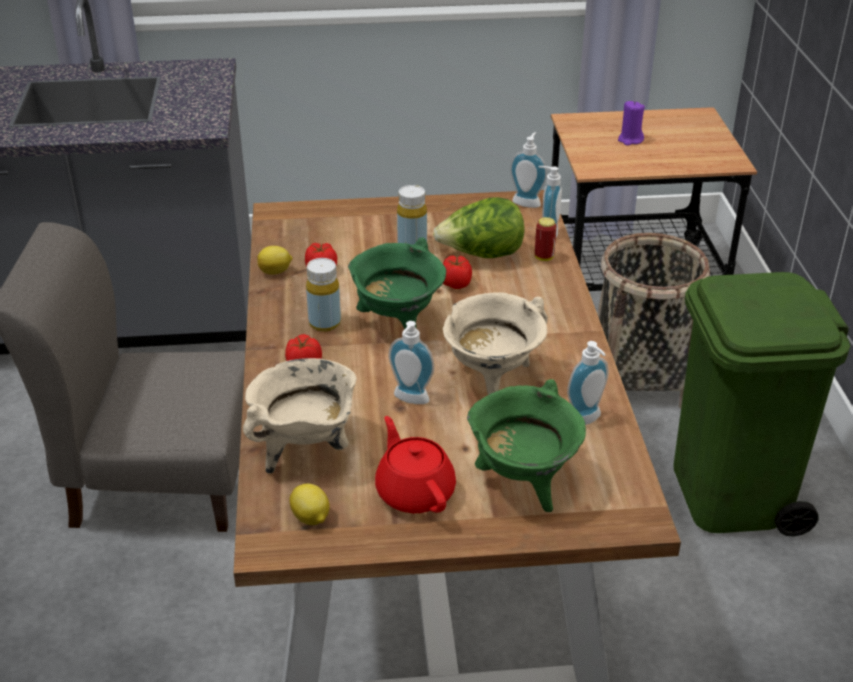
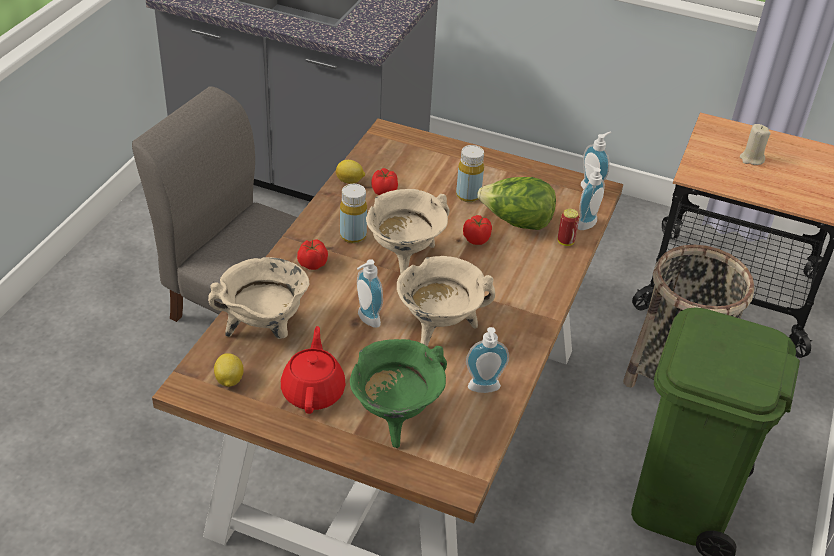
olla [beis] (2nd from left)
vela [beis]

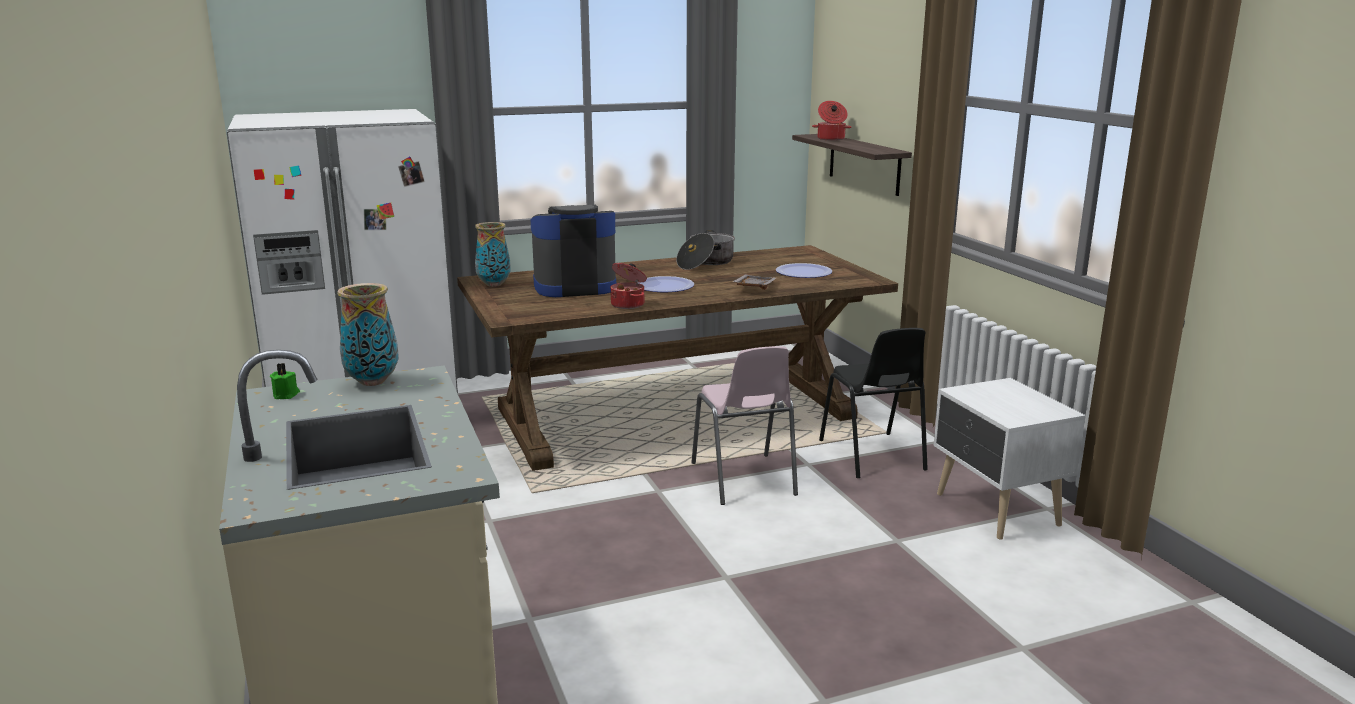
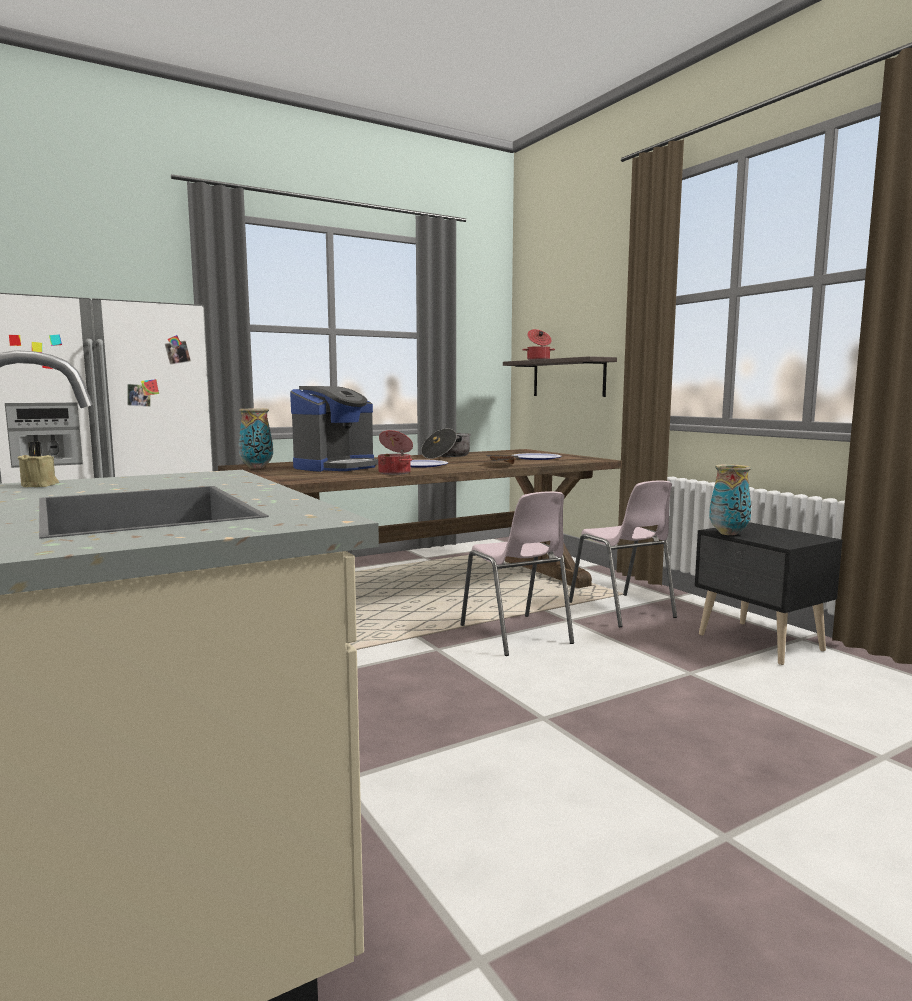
vela [beis]
cafetera
silla [rosa] (2nd from left)
mesita de noche [negro]
florero (2nd from left)

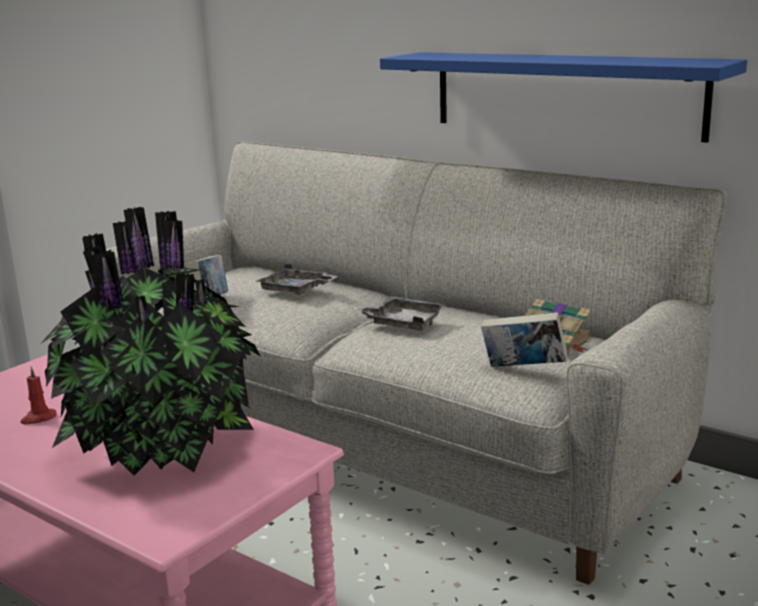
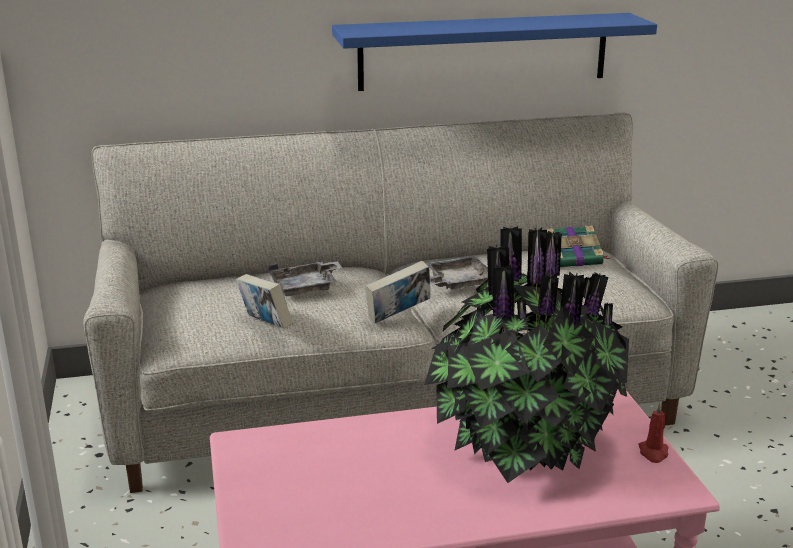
libro (2nd from left)
vela [rojo]

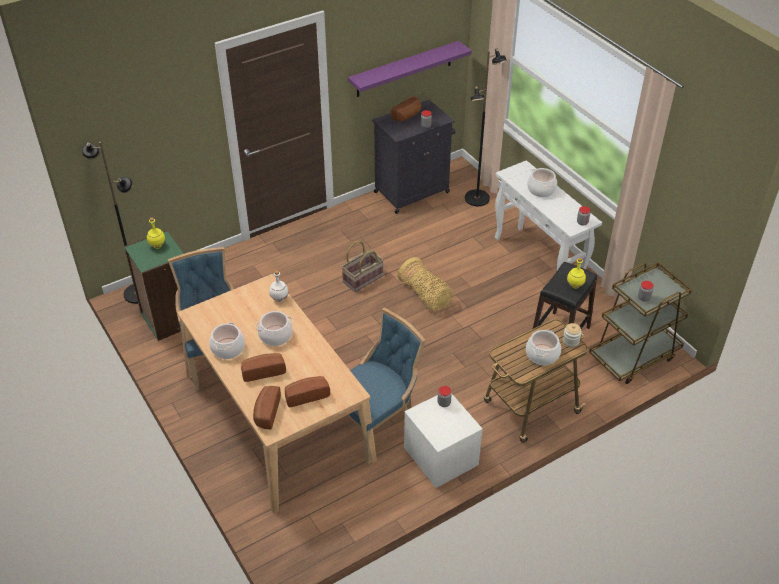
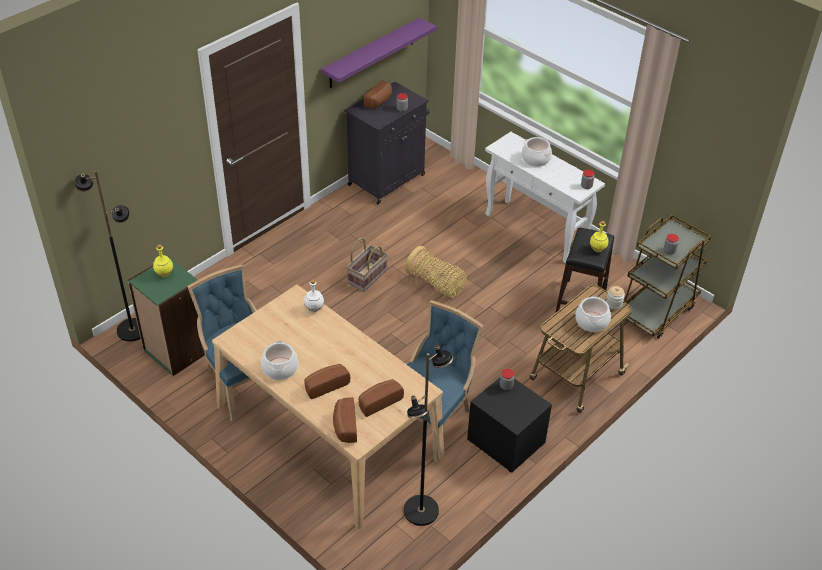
lámpara de pie [negro] (2nd from left)
mesita de noche [negro]
olla (2nd from left in the first image)

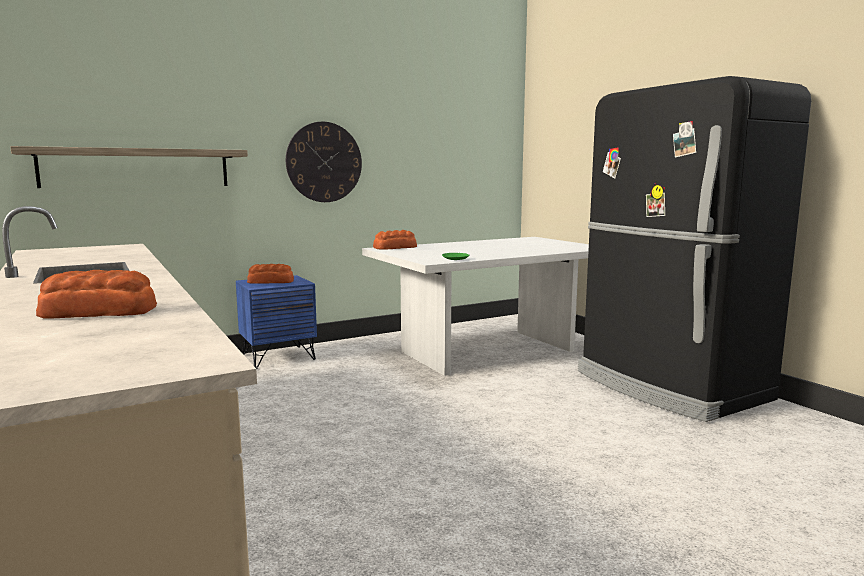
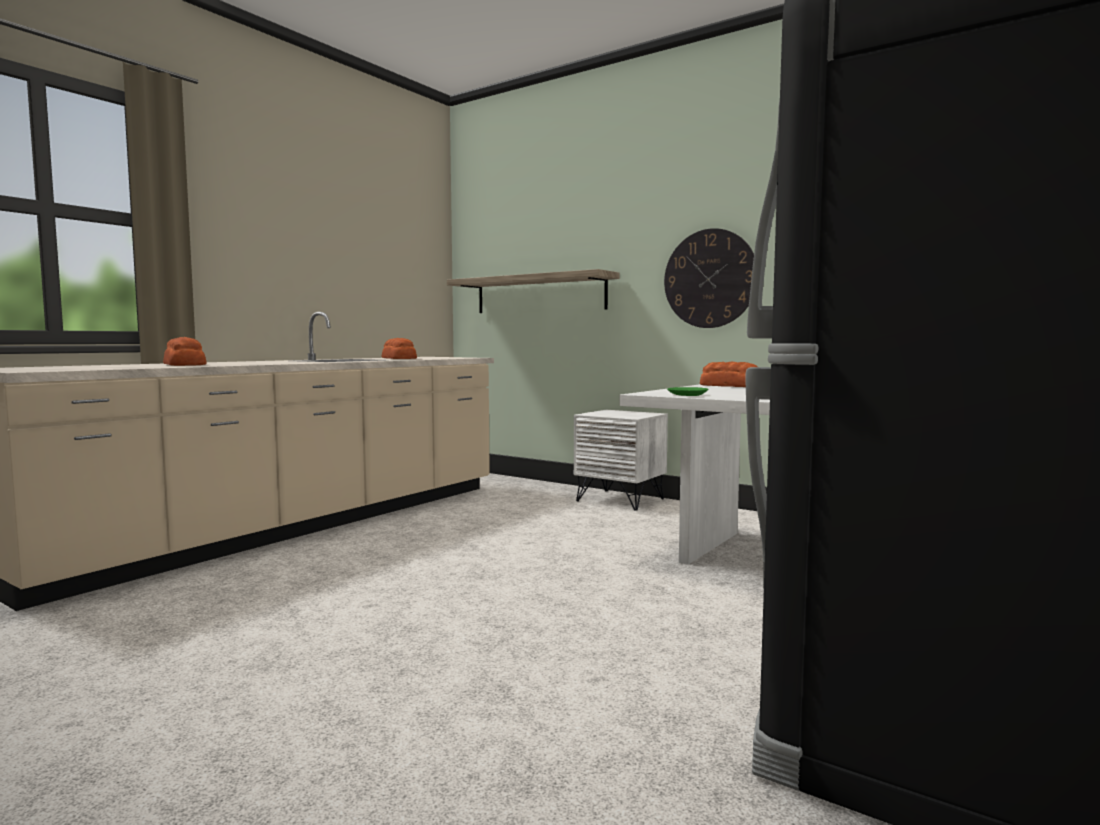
pan (2nd from left)
mesita de noche [blanco]

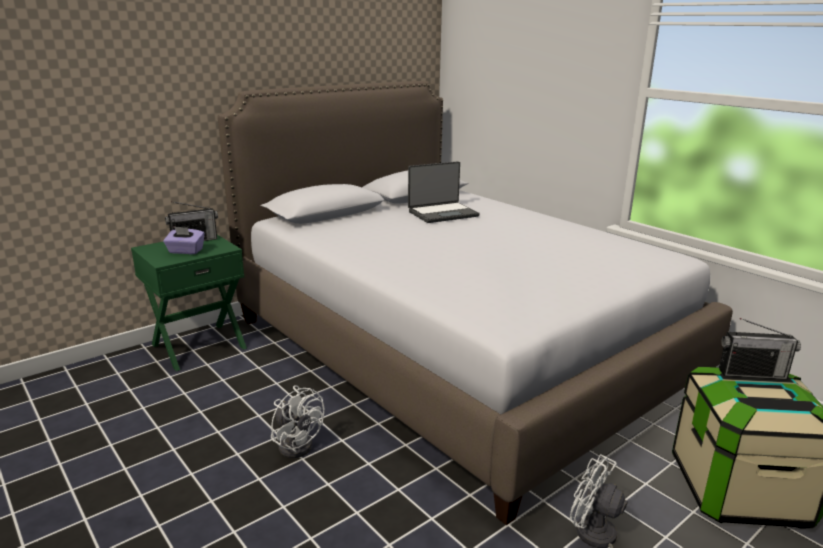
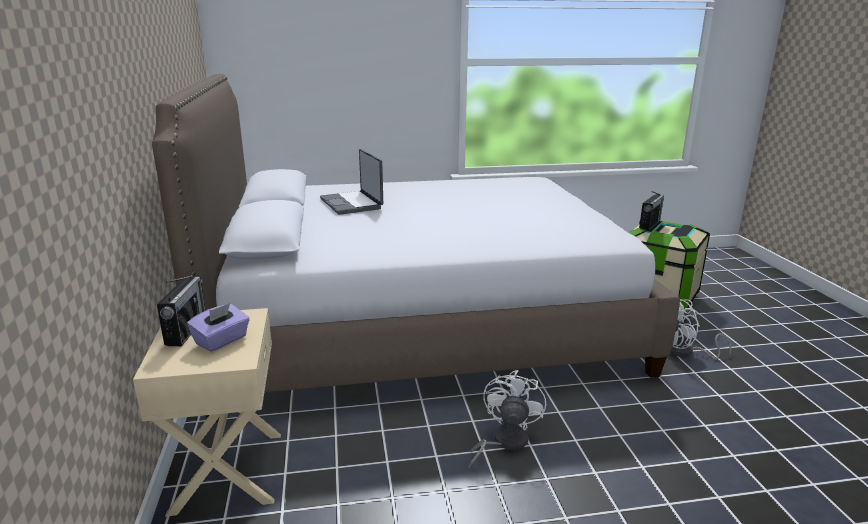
mesita de noche [beis]
portátil
ventilador [blanco] (1st from left)

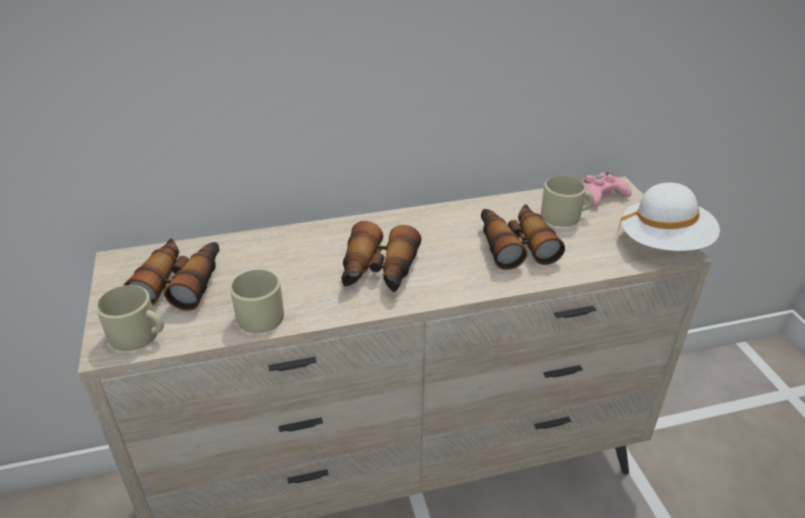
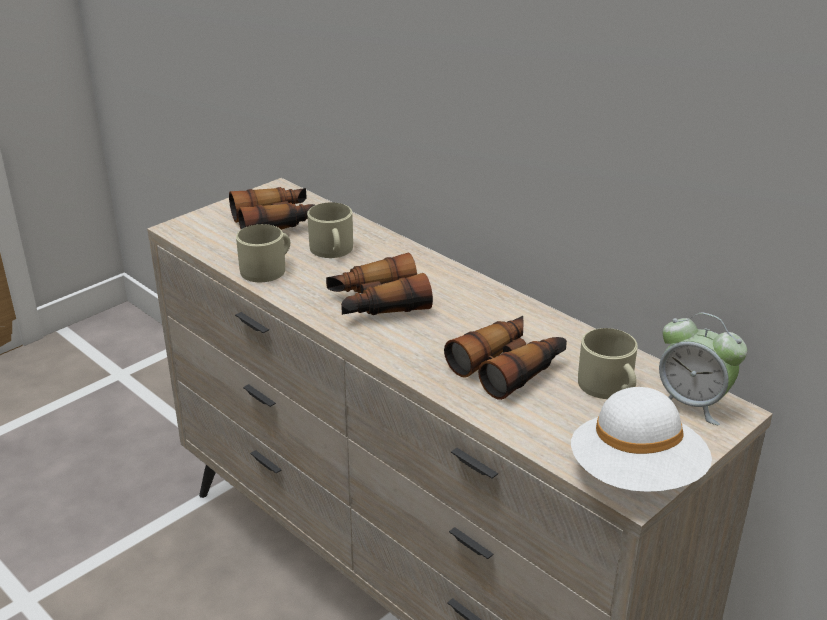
taza grande [beis] (2nd from left)
despertador

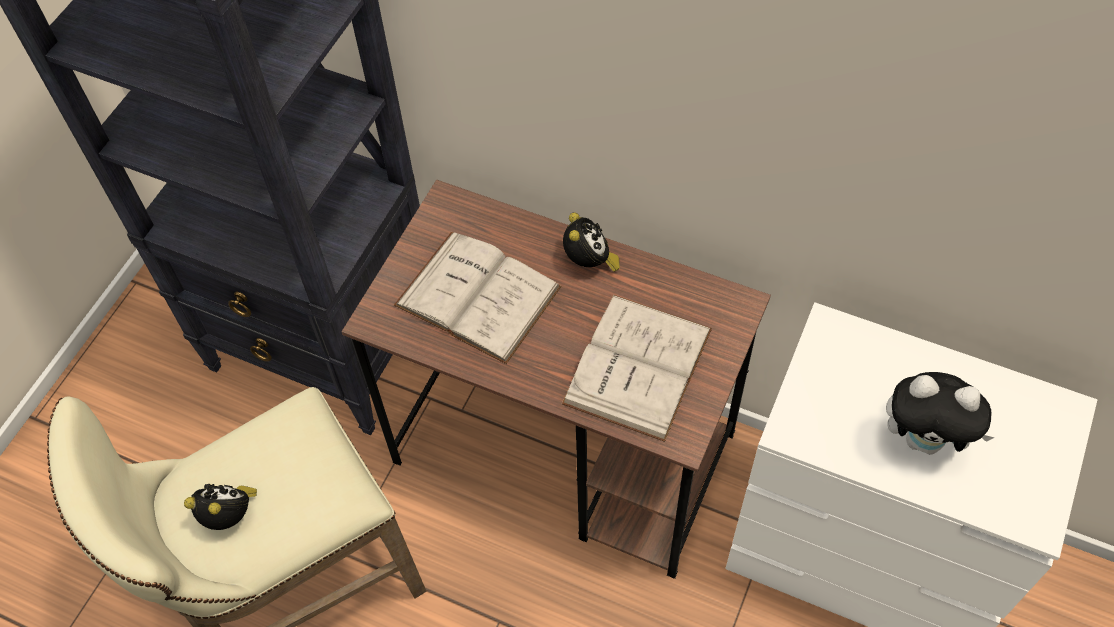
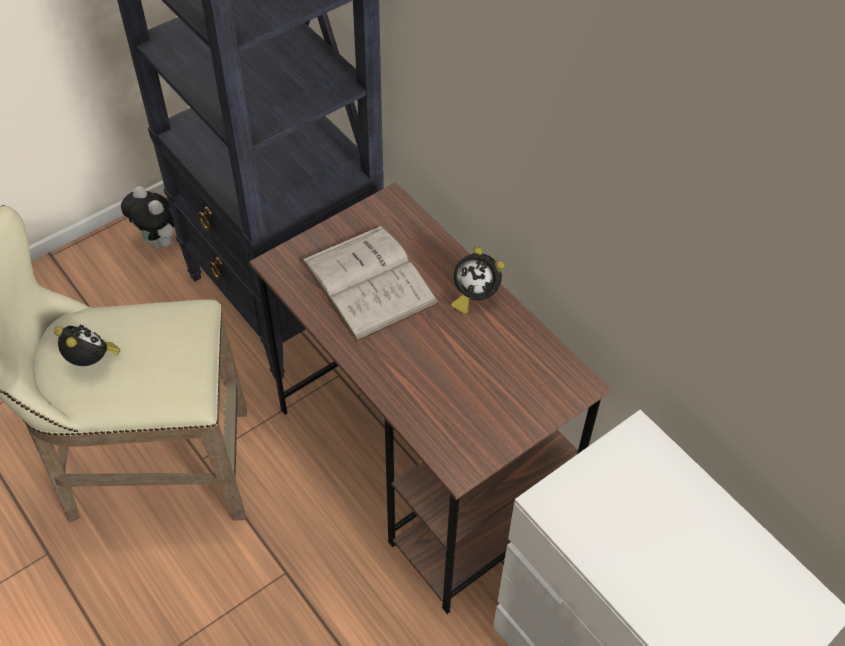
peluche
despertador (2nd from left)
libro [blanco] (2nd from left in the first image)

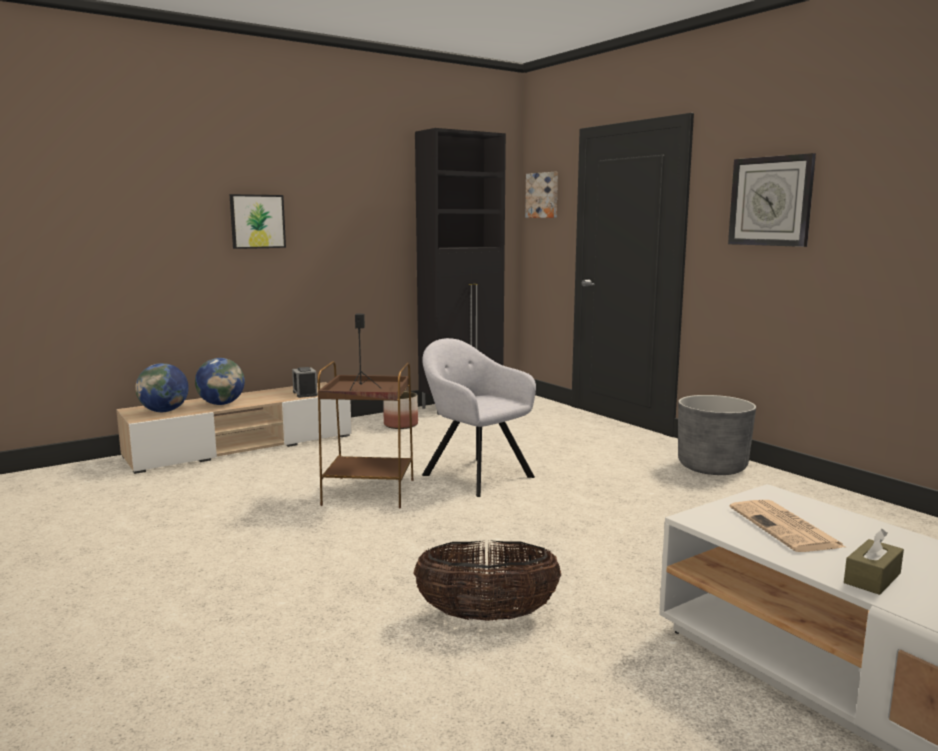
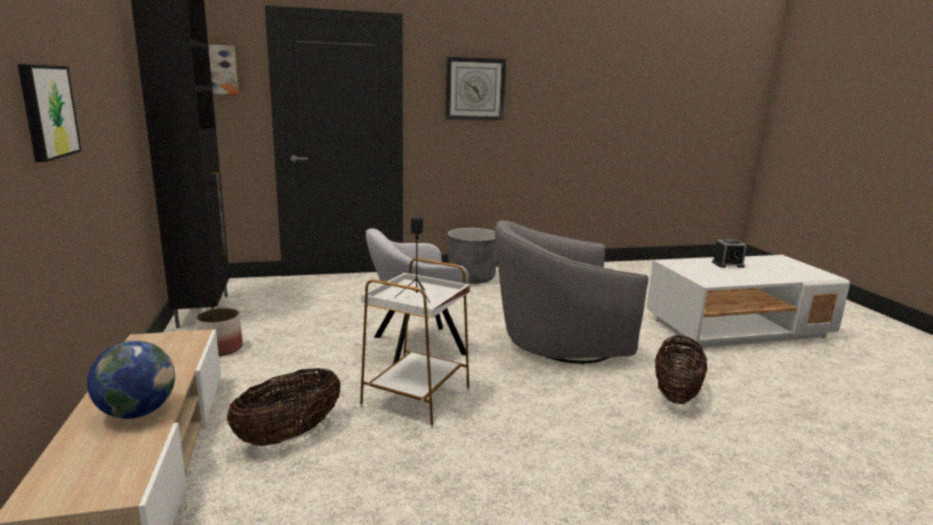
cesta (1st from left)
mesa auxiliar [blanco]
sillón [gris] (2nd from left)
despertador
globo terráqueo (1st from left in the first image)
periódico
caja de pañuelos [marrón]

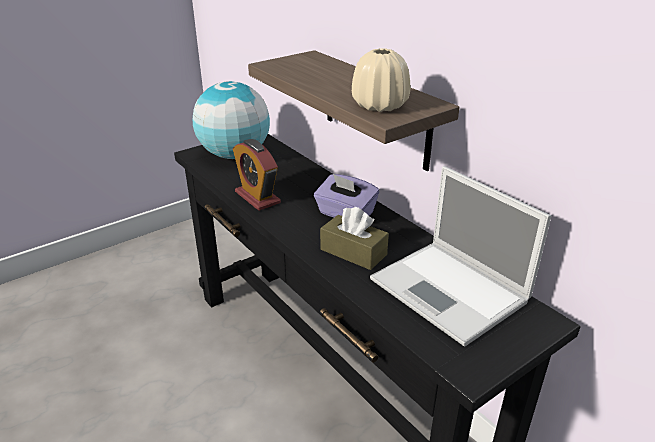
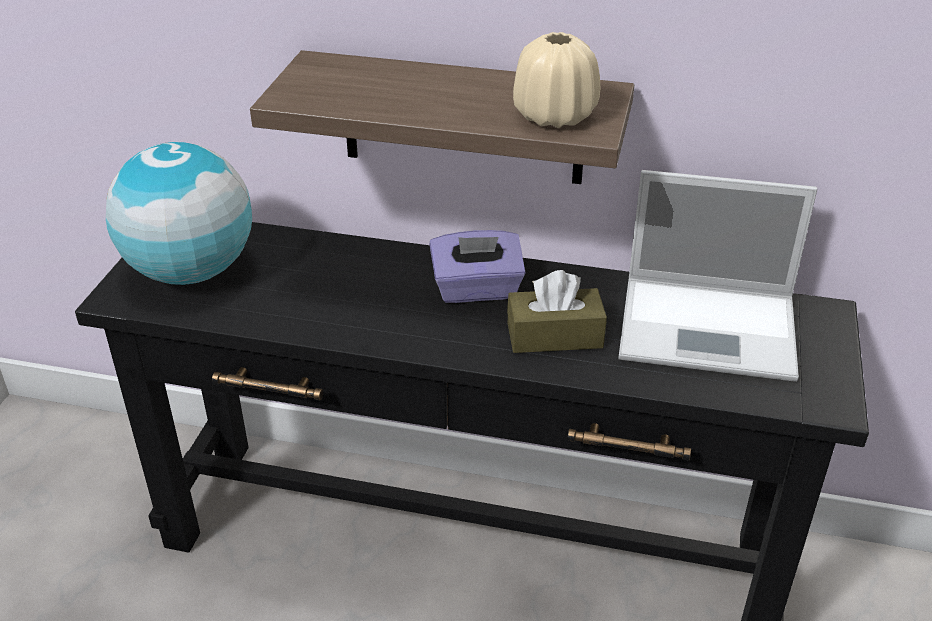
despertador

